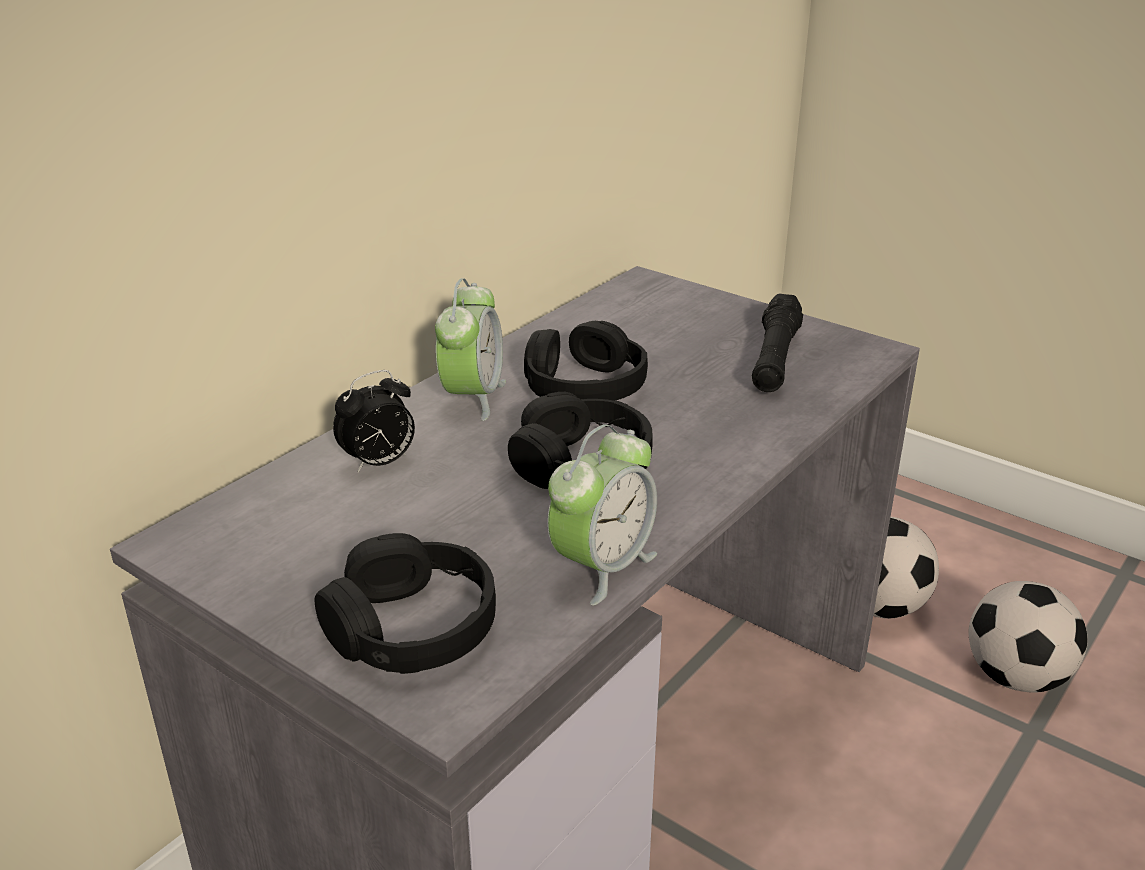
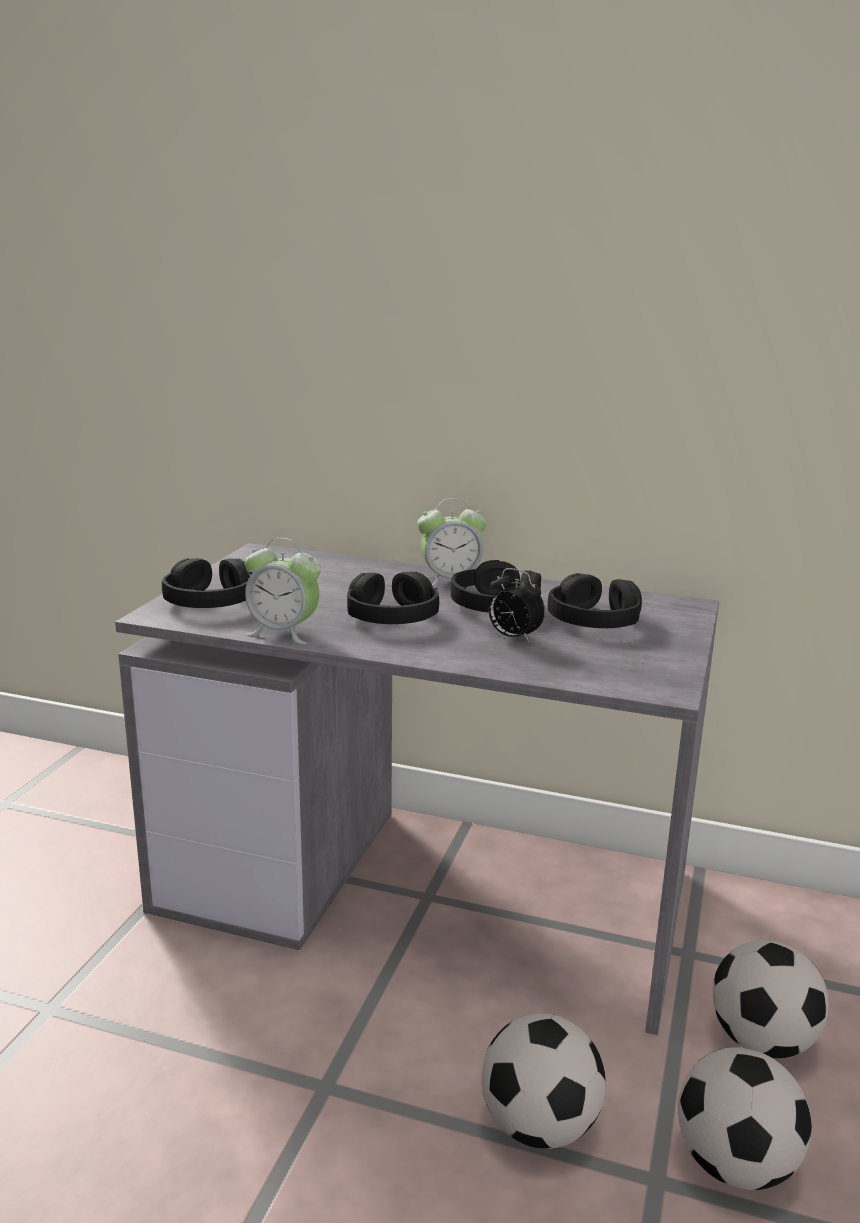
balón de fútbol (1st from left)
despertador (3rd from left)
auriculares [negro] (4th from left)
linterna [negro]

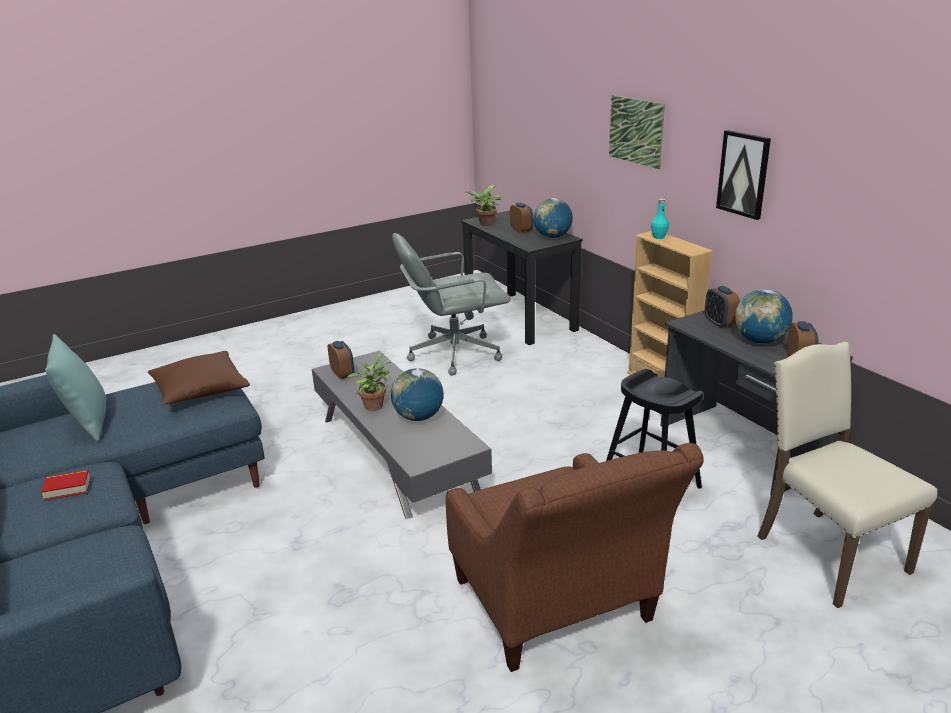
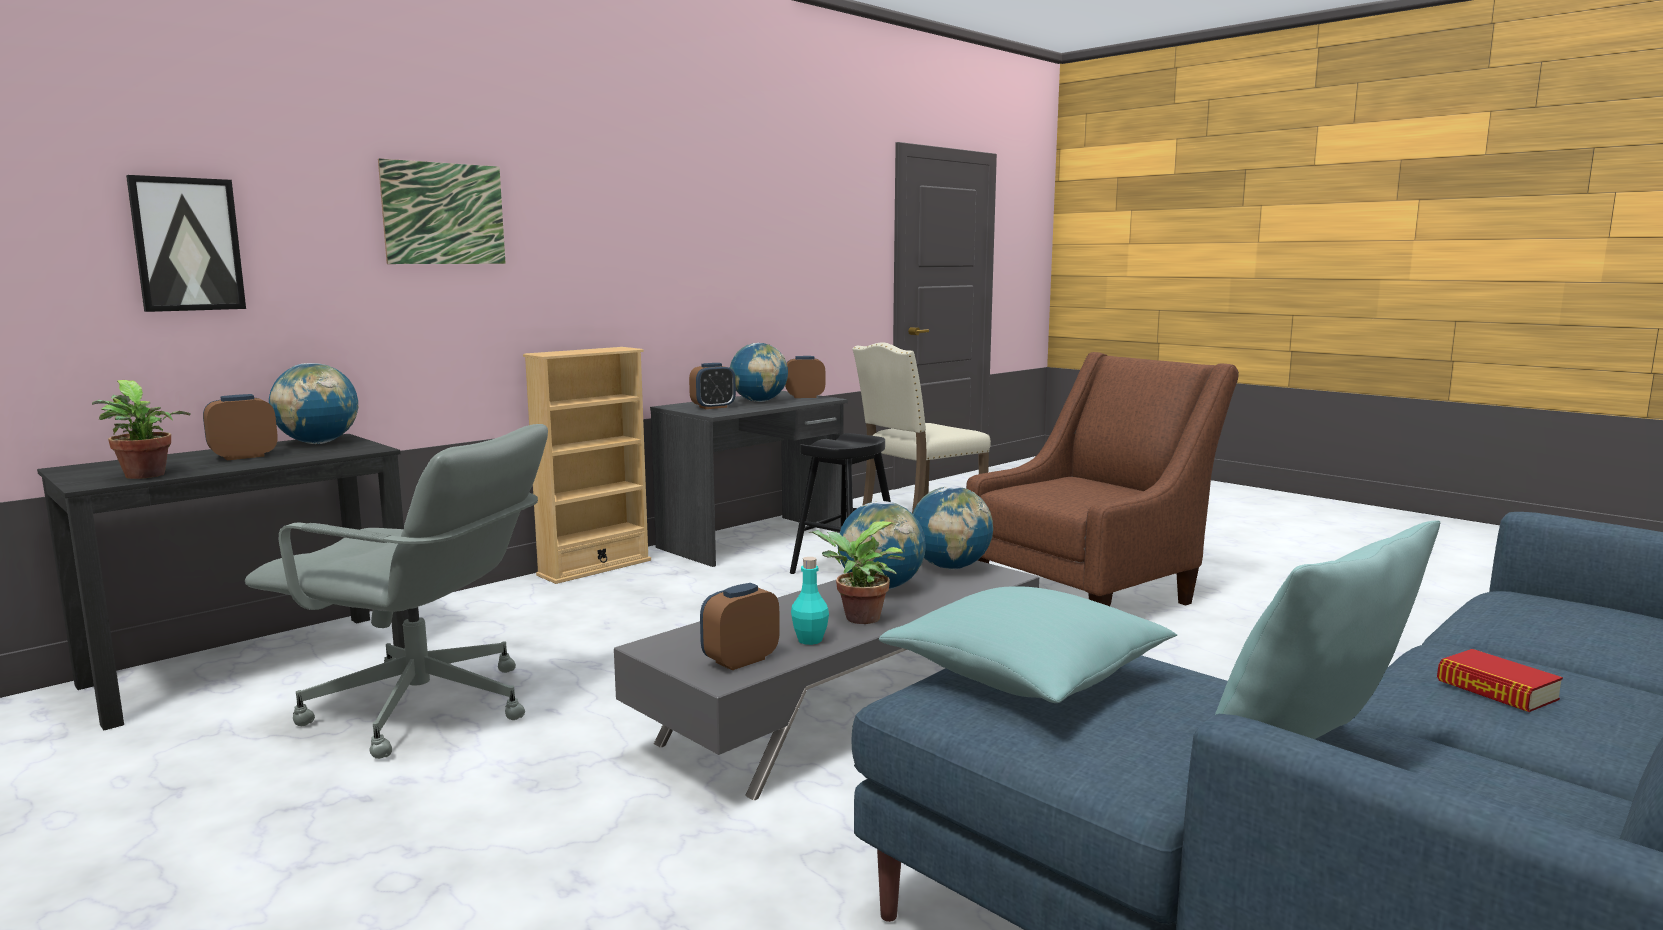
cuadro (1st from left)
silla de oficina [gris]
botella [turquesa]
cojín [turquesa] (1st from left)
globo terráqueo (4th from left)

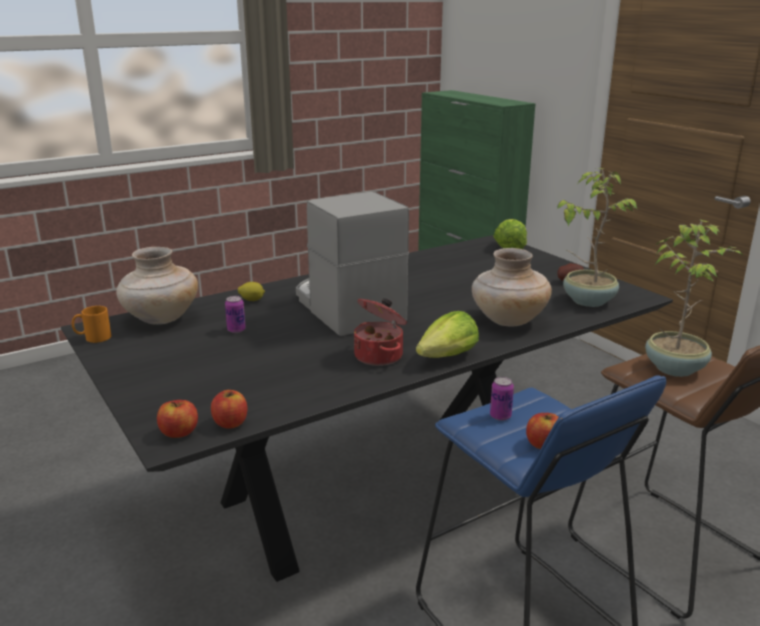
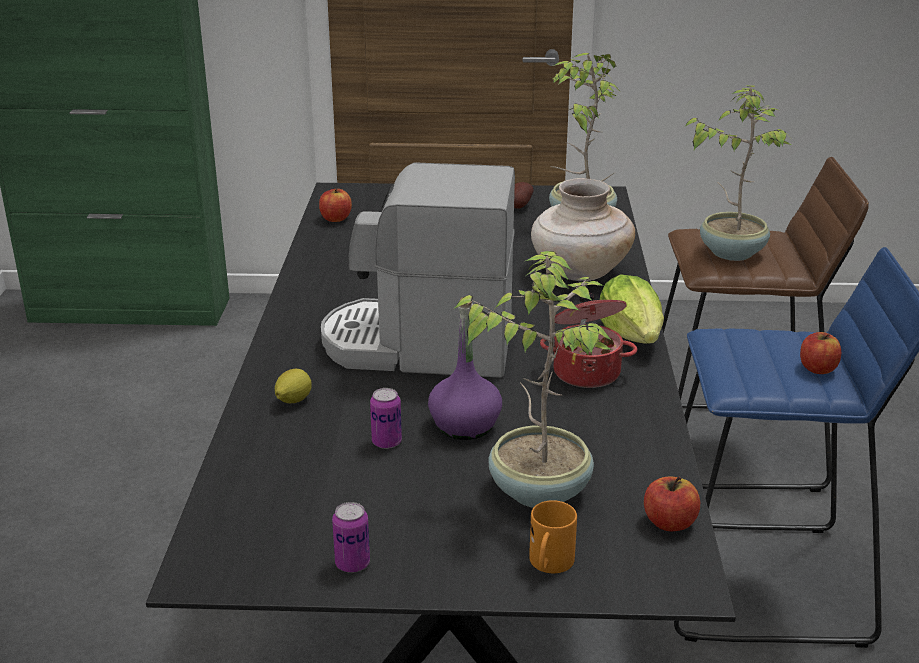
manzana (1st from left)
lata (1st from left)
botella [morado]
planta en maceta (1st from left)
taza grande [naranja]
florero [beis] (1st from left in the first image)
lechuga (2nd from left in the first image)

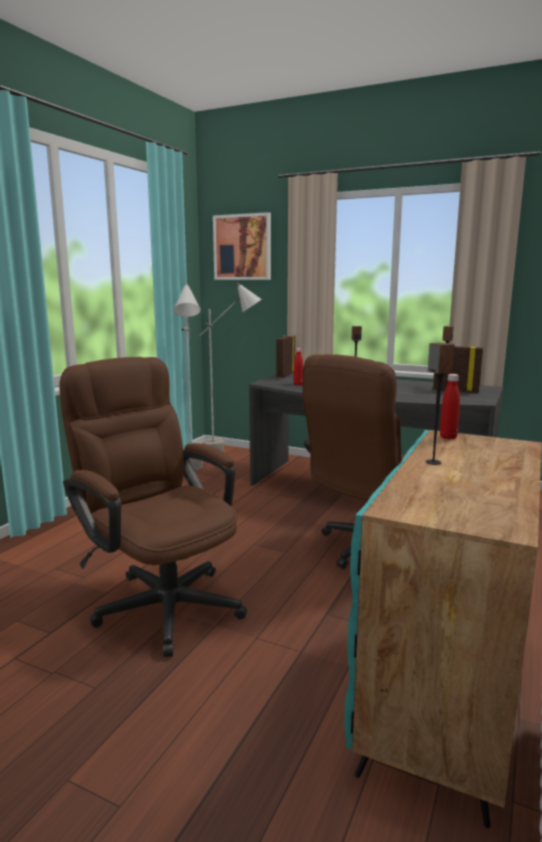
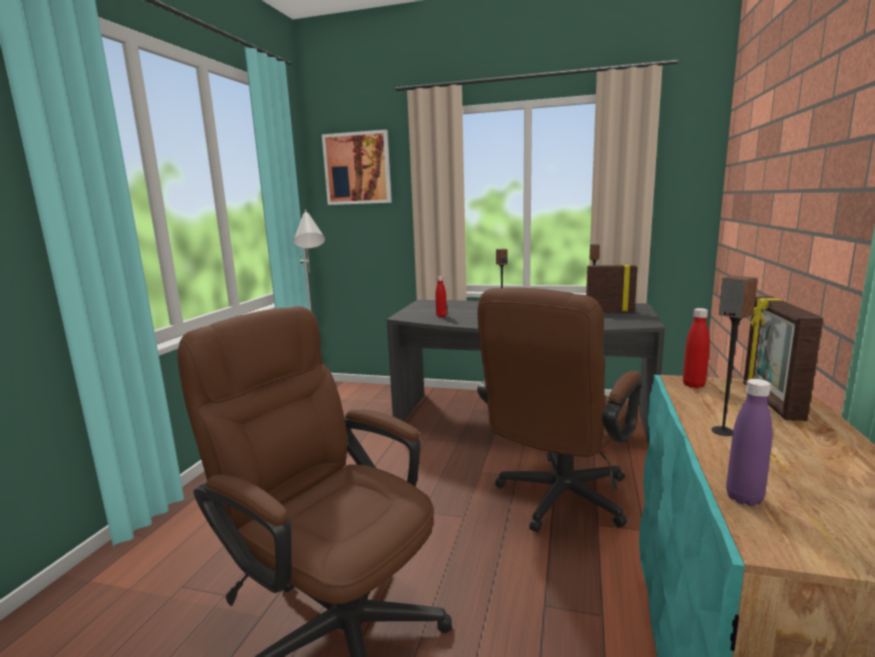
botella [morado]
portarretratos (2nd from left)
lámpara de pie [gris] (2nd from left in the first image)

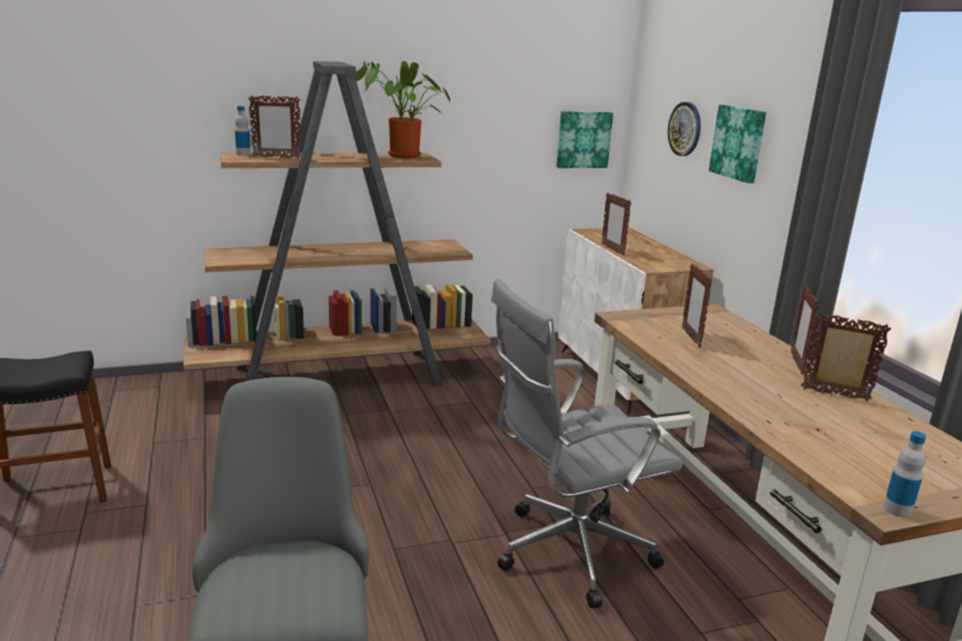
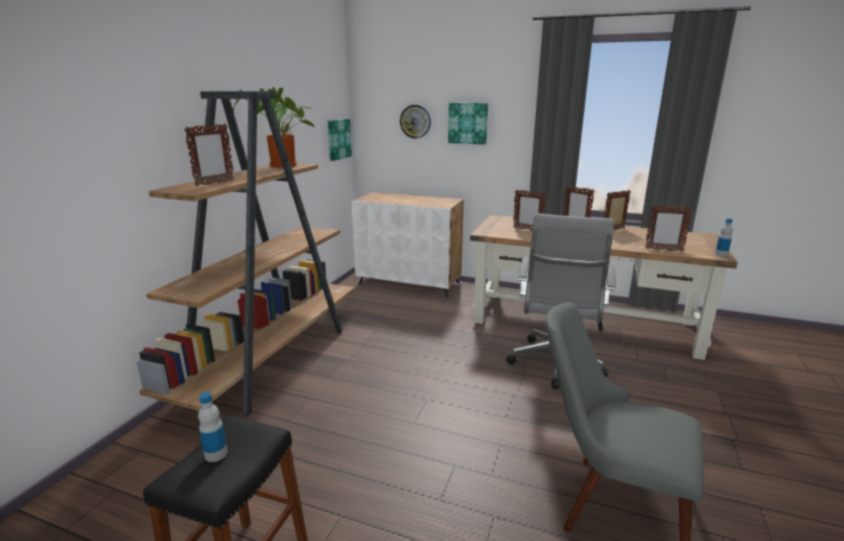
botella (1st from left)
portarretratos (5th from left)

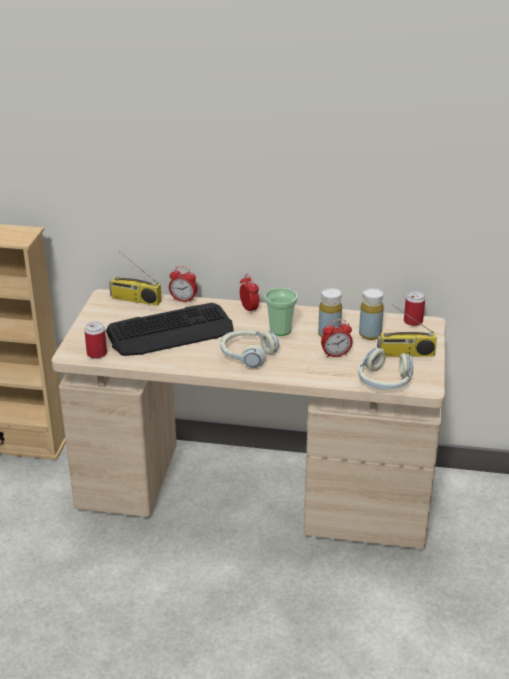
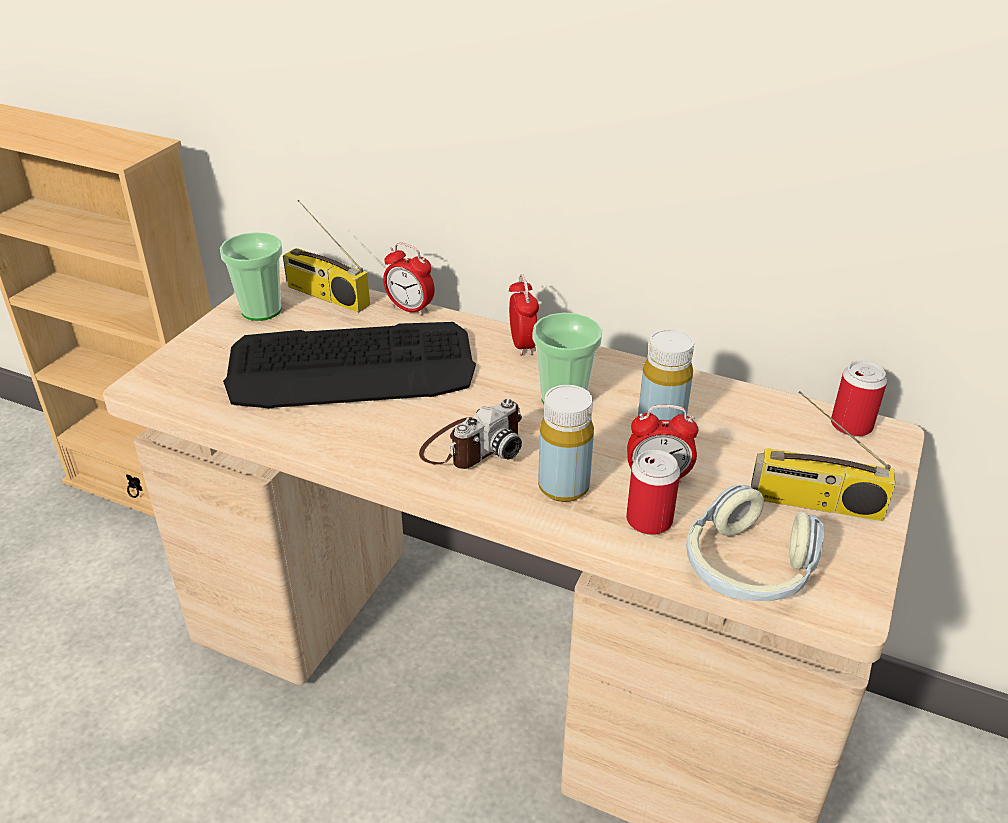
taza (1st from left)
cámara
botella [amarillo] (1st from left)
lata (1st from left)

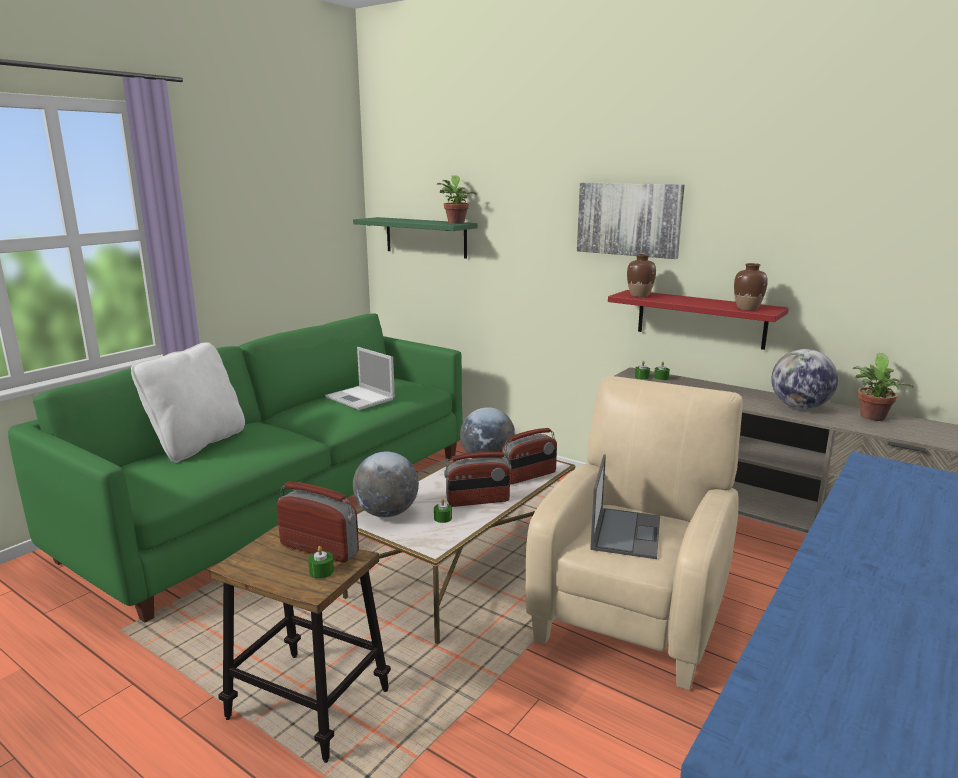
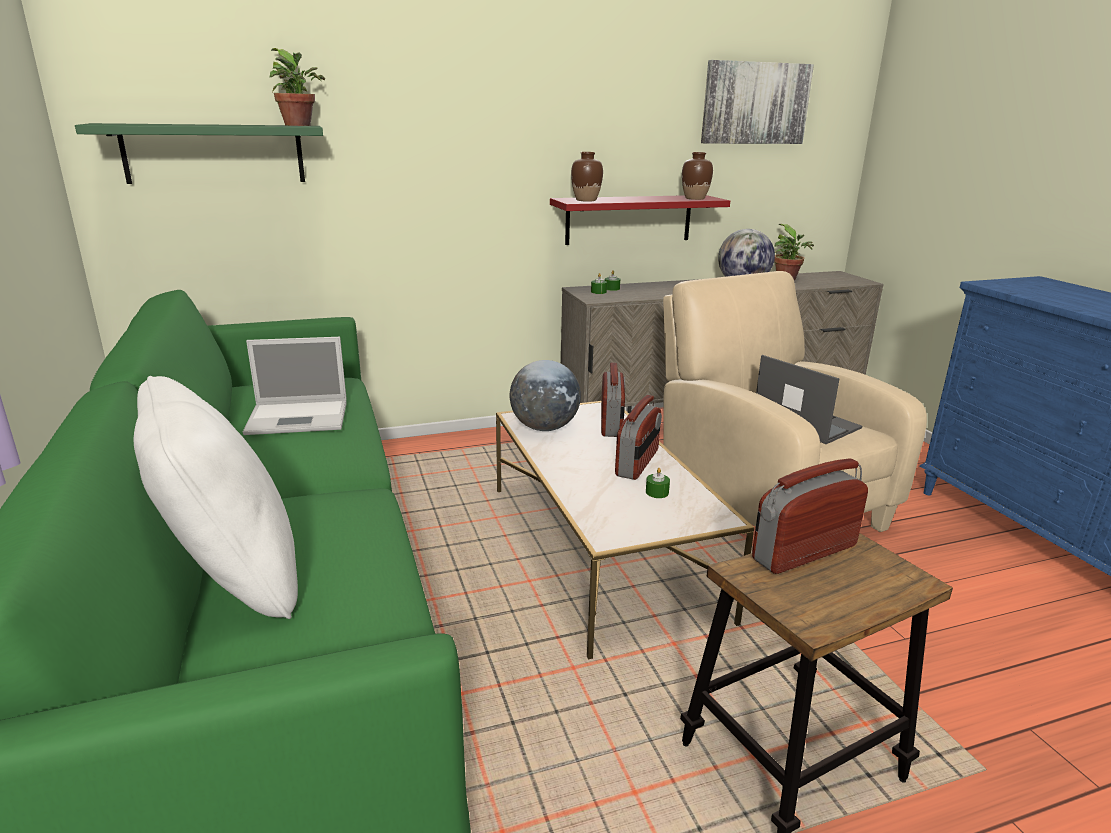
cuadro
vela [verde] (1st from left in the first image)
globo terráqueo (1st from left in the first image)

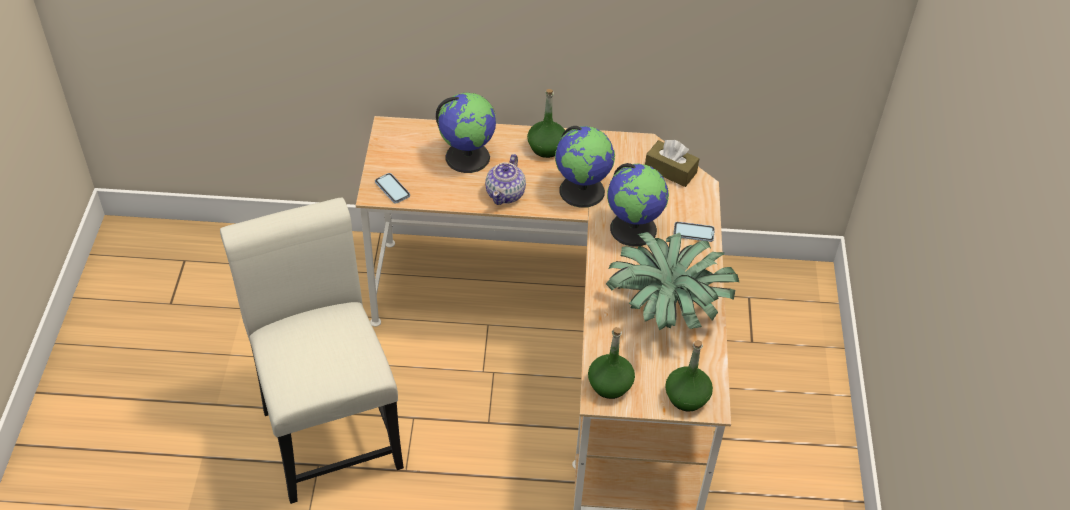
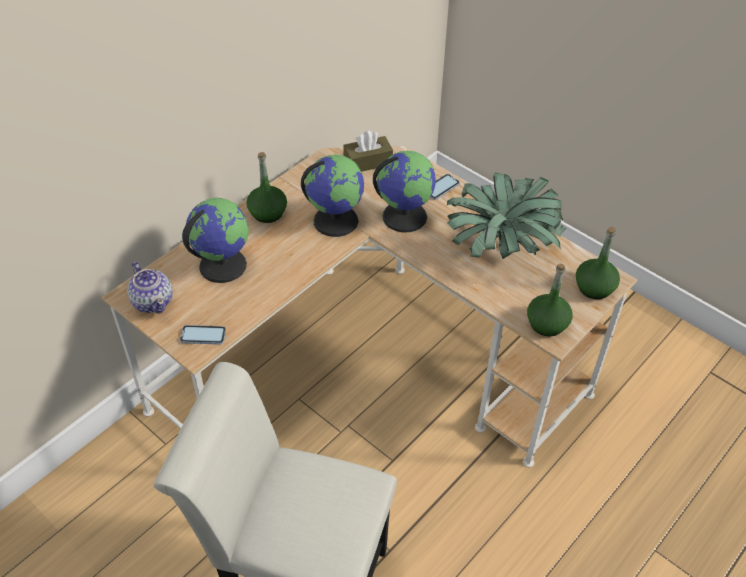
tetera

